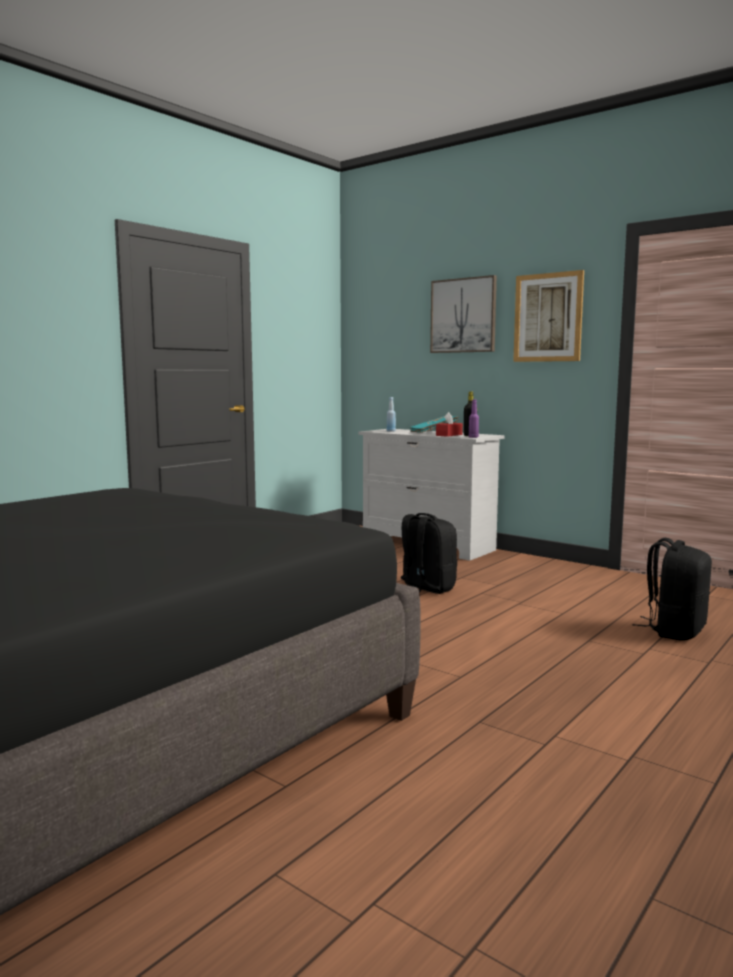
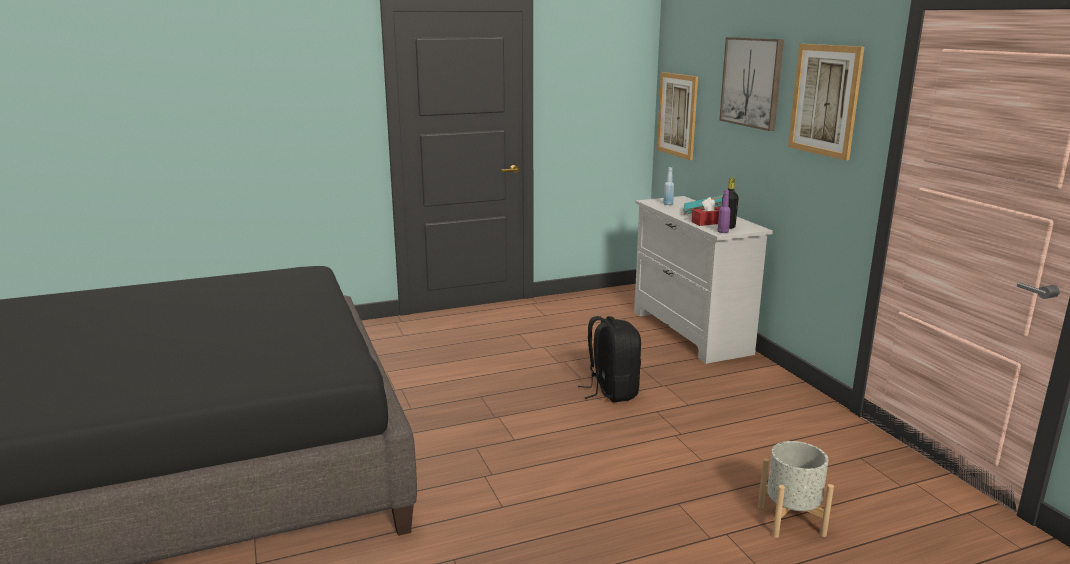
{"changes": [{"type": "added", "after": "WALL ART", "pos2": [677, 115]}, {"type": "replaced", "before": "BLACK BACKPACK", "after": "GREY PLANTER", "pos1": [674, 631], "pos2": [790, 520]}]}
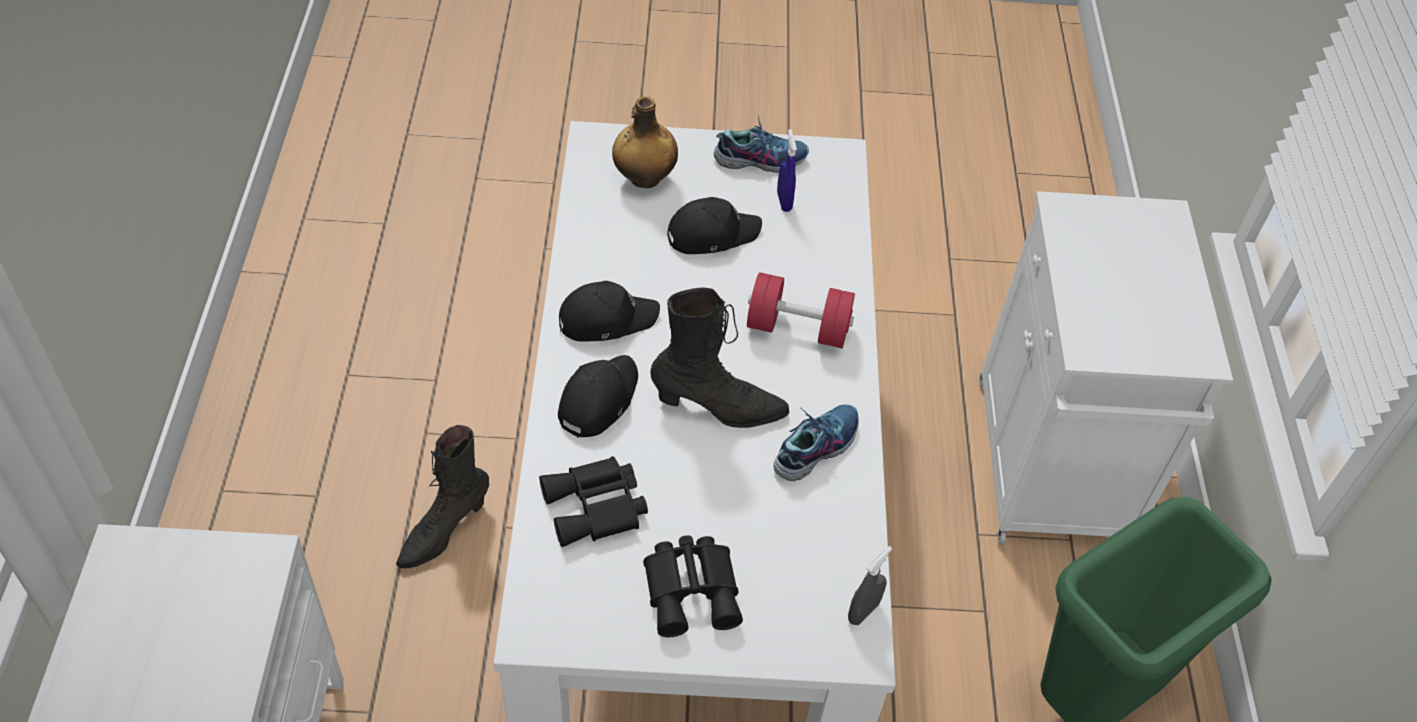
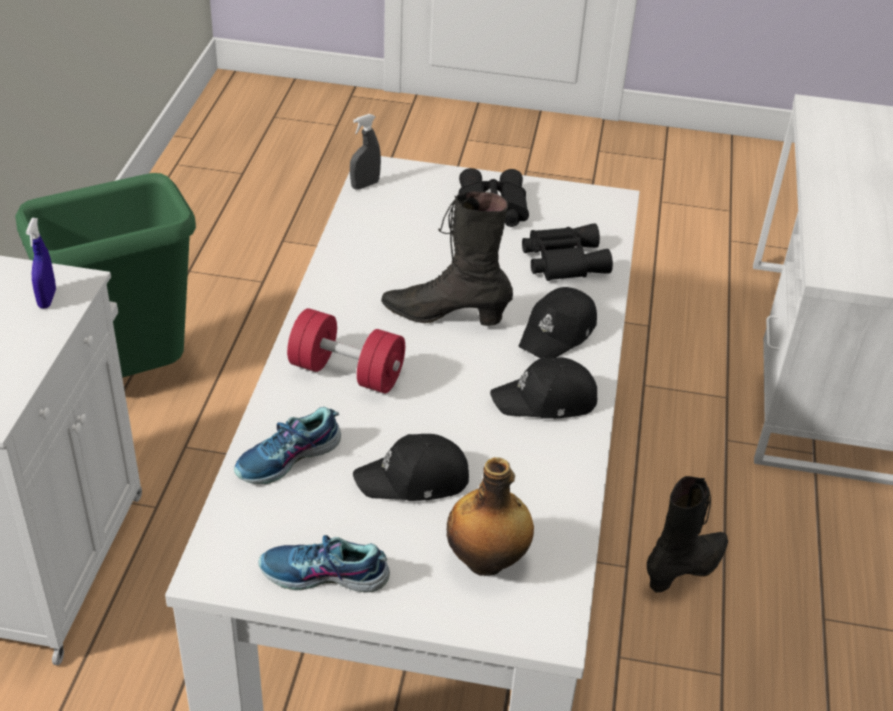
{"changes": [{"type": "moved", "before": "BLUE SPRAY BOTTLE", "pos1": [784, 201], "pos2": [47, 299]}, {"type": "moved", "before": "LOW SHOE", "pos1": [815, 447], "pos2": [288, 459]}]}
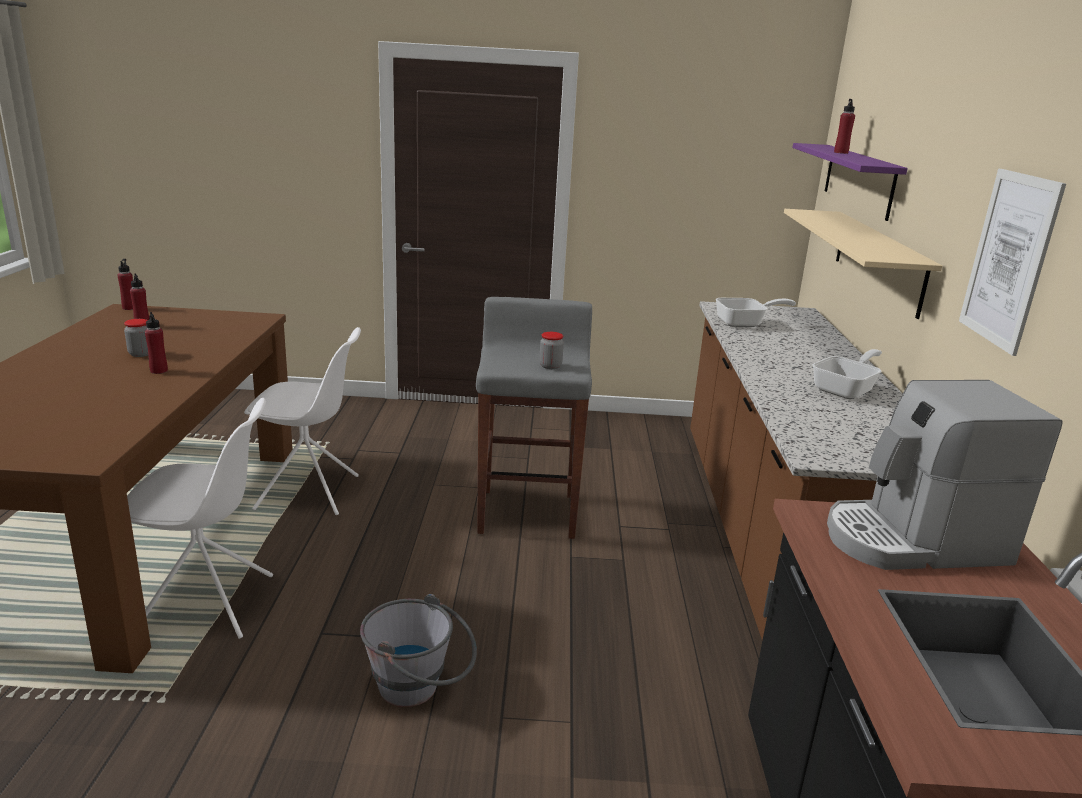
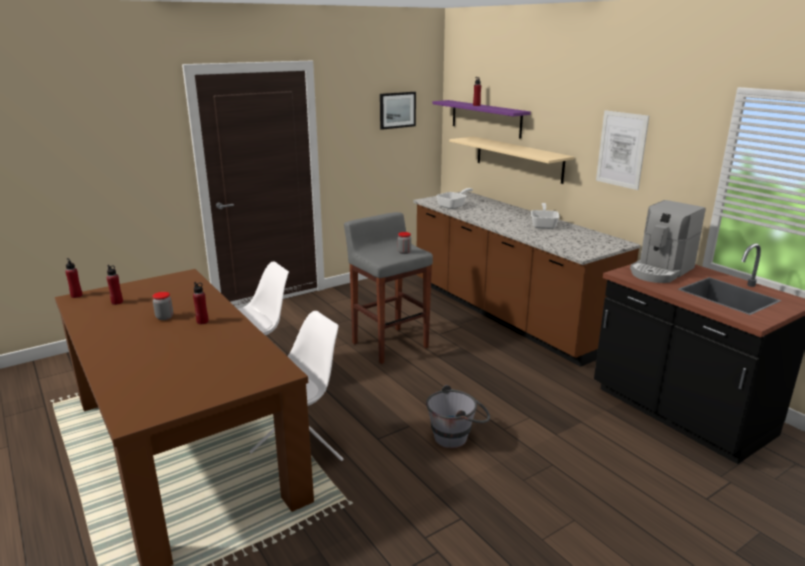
{"changes": [{"type": "added", "after": "WALL ART", "pos2": [397, 110]}]}
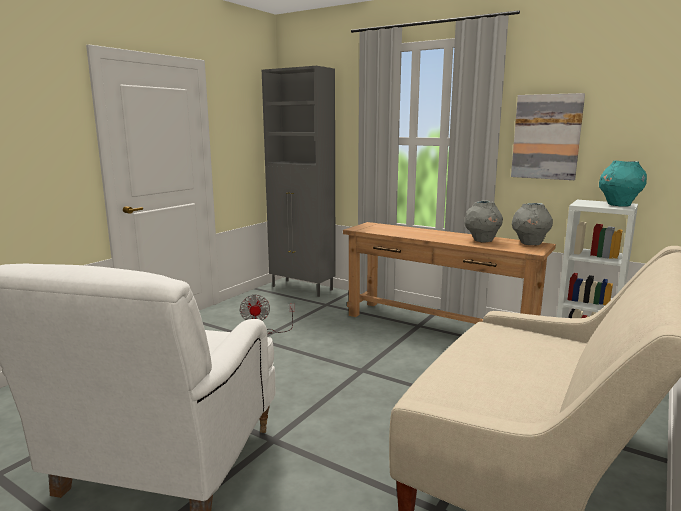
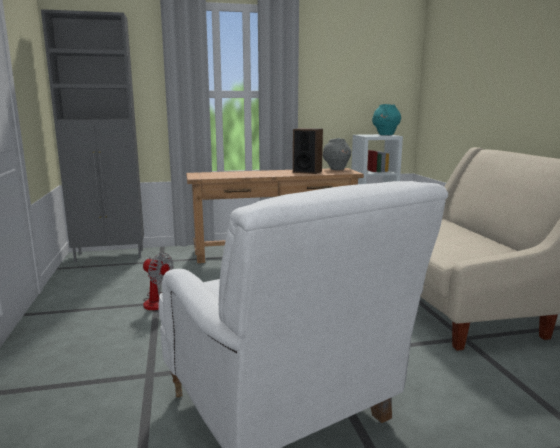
{"changes": [{"type": "replaced", "before": "GREY FLOWER VASE", "after": "LOUDSPEAKER", "pos1": [482, 241], "pos2": [307, 172]}, {"type": "removed", "before": "WALL ART", "pos1": [546, 137]}]}
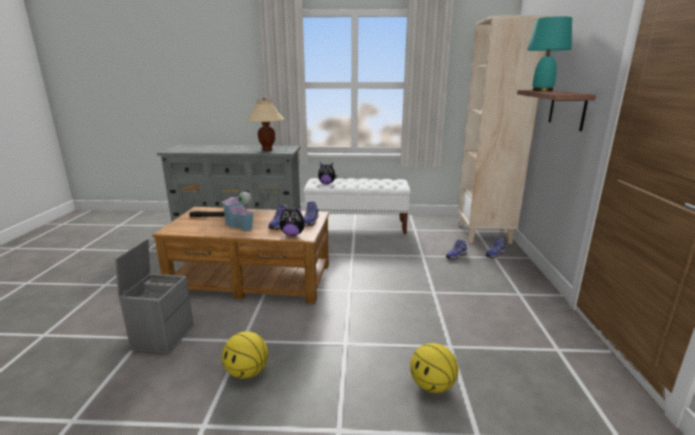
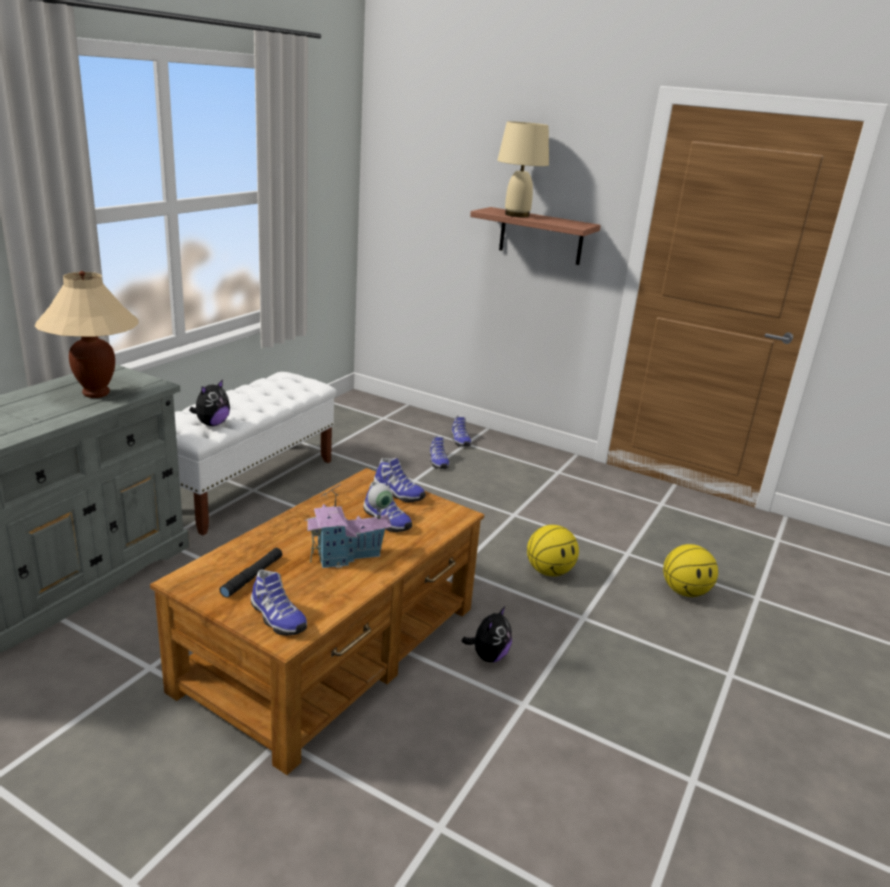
{"changes": [{"type": "added", "after": "LOW SHOE", "pos2": [276, 618]}, {"type": "moved", "before": "PLUSH TOY", "pos1": [293, 234], "pos2": [488, 656]}, {"type": "recoloured", "before": "TURQUOISE TABLETOP LAMP", "after": "BEIGE TABLETOP LAMP", "pos1": [542, 91], "pos2": [517, 215]}, {"type": "moved", "before": "BASKETBALL", "pos1": [247, 373], "pos2": [549, 571]}, {"type": "removed", "before": "GREY STORAGE CONTAINER", "pos1": [163, 336]}, {"type": "removed", "before": "BEIGE SHELVING UNIT", "pos1": [484, 234]}]}
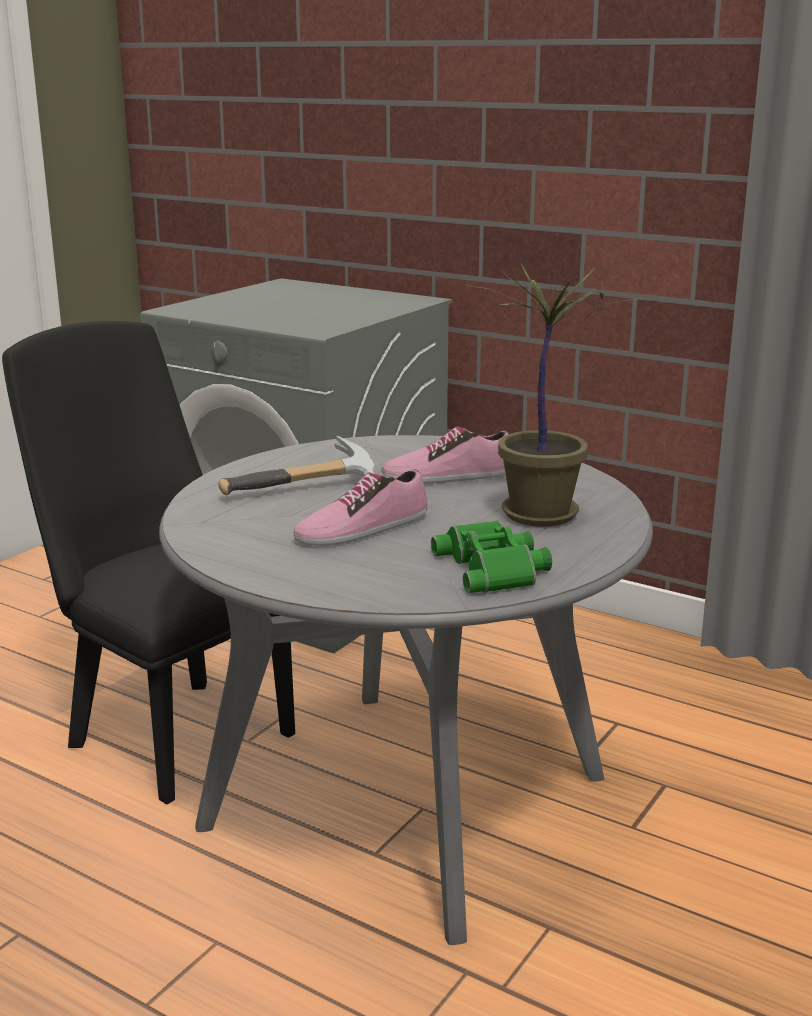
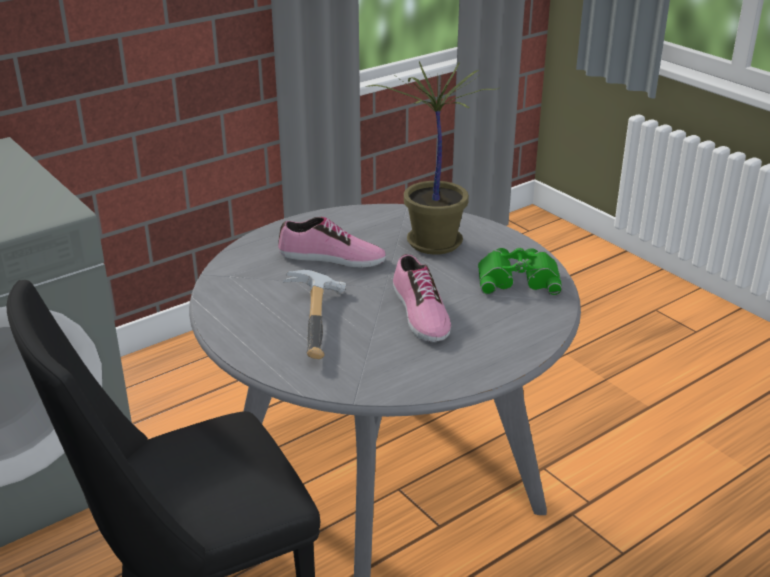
{"changes": [{"type": "turned", "before": "LOW SHOE", "pos1": [448, 475], "pos2": [331, 258], "turn": -90}]}
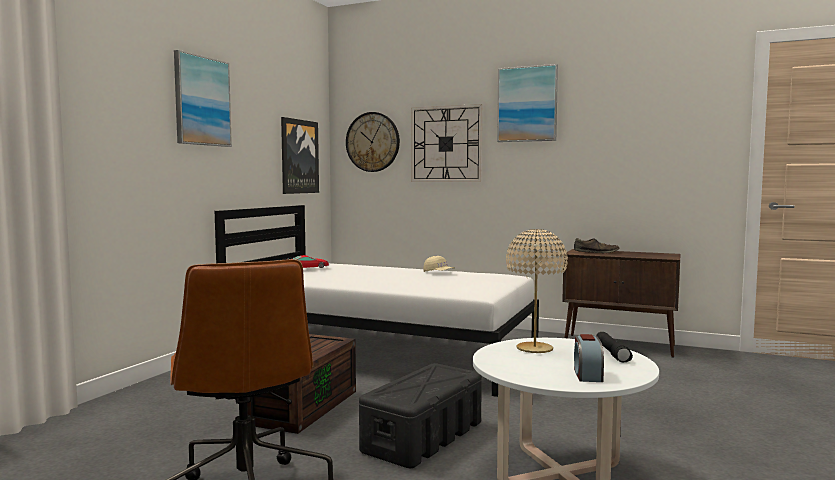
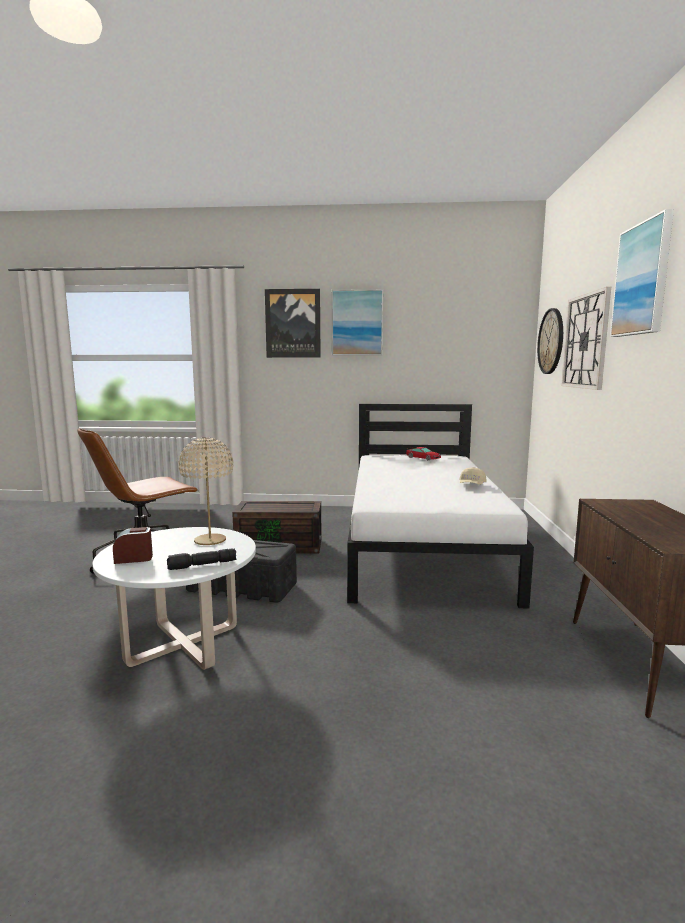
{"changes": [{"type": "moved", "before": "WALL ART", "pos1": [299, 156], "pos2": [293, 323]}, {"type": "removed", "before": "BROWN LOW SHOE", "pos1": [596, 252]}]}
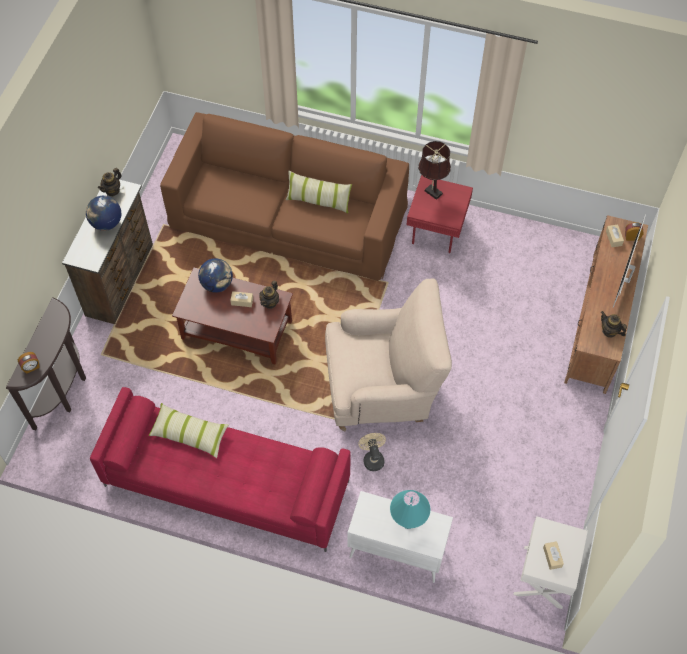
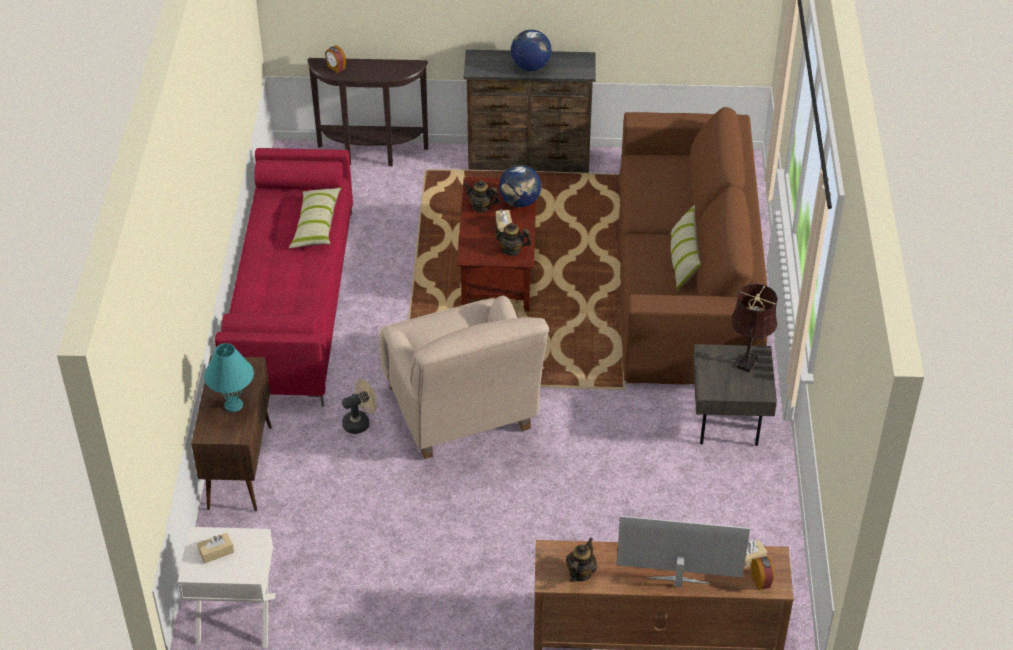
{"changes": [{"type": "recoloured", "before": "WHITISH CABINET", "after": "BROWN CABINET", "pos1": [395, 552], "pos2": [240, 466]}, {"type": "moved", "before": "POT FOR TEA", "pos1": [112, 190], "pos2": [481, 207]}, {"type": "recoloured", "before": "REDDISH END TABLE", "after": "GREY END TABLE", "pos1": [437, 232], "pos2": [729, 425]}]}
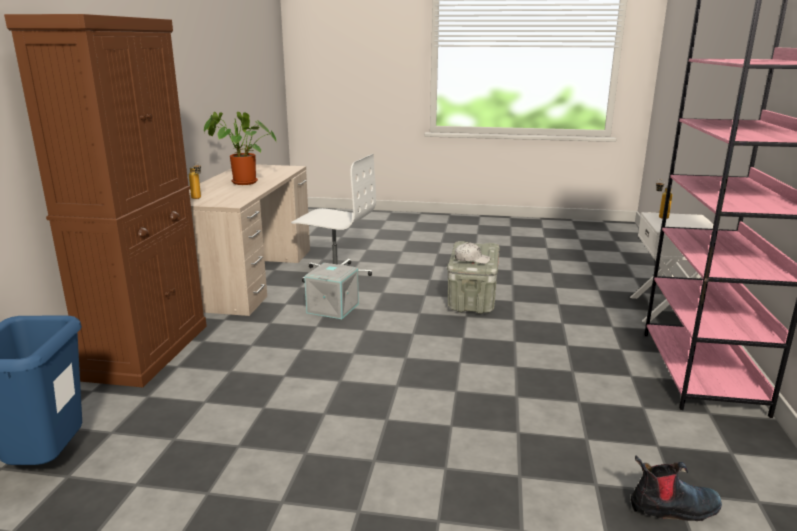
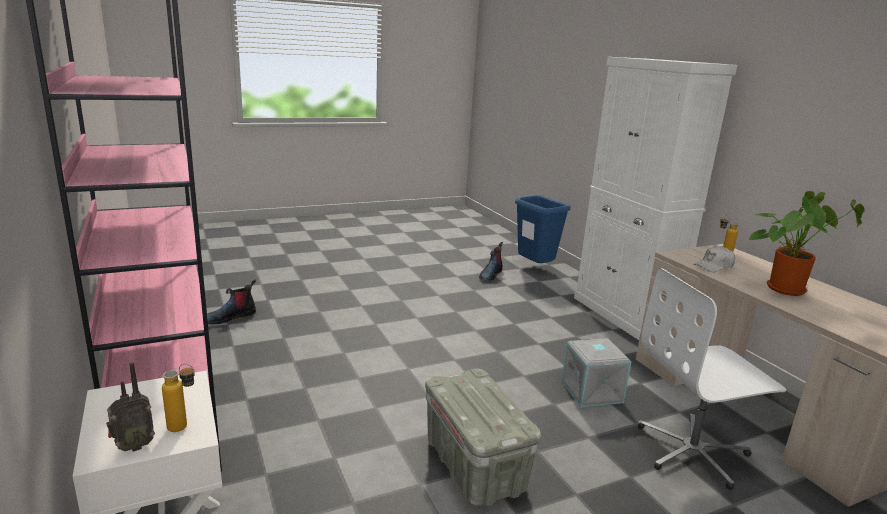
{"changes": [{"type": "added", "after": "RADIO", "pos2": [133, 446]}, {"type": "added", "after": "BOOT", "pos2": [490, 274]}, {"type": "recoloured", "before": "BROWN CABINET", "after": "WHITISH CABINET", "pos1": [148, 351], "pos2": [624, 314]}, {"type": "moved", "before": "WHITISH CAP", "pos1": [471, 259], "pos2": [714, 266]}]}
